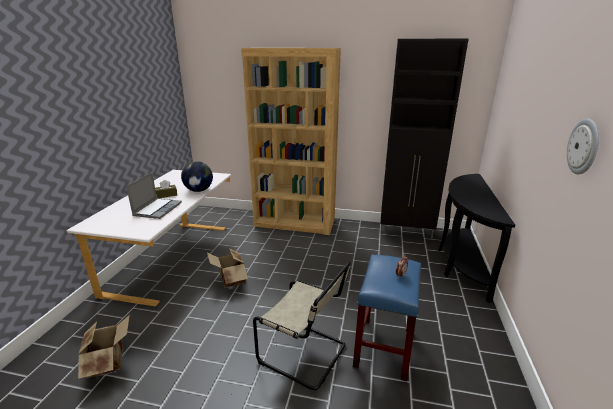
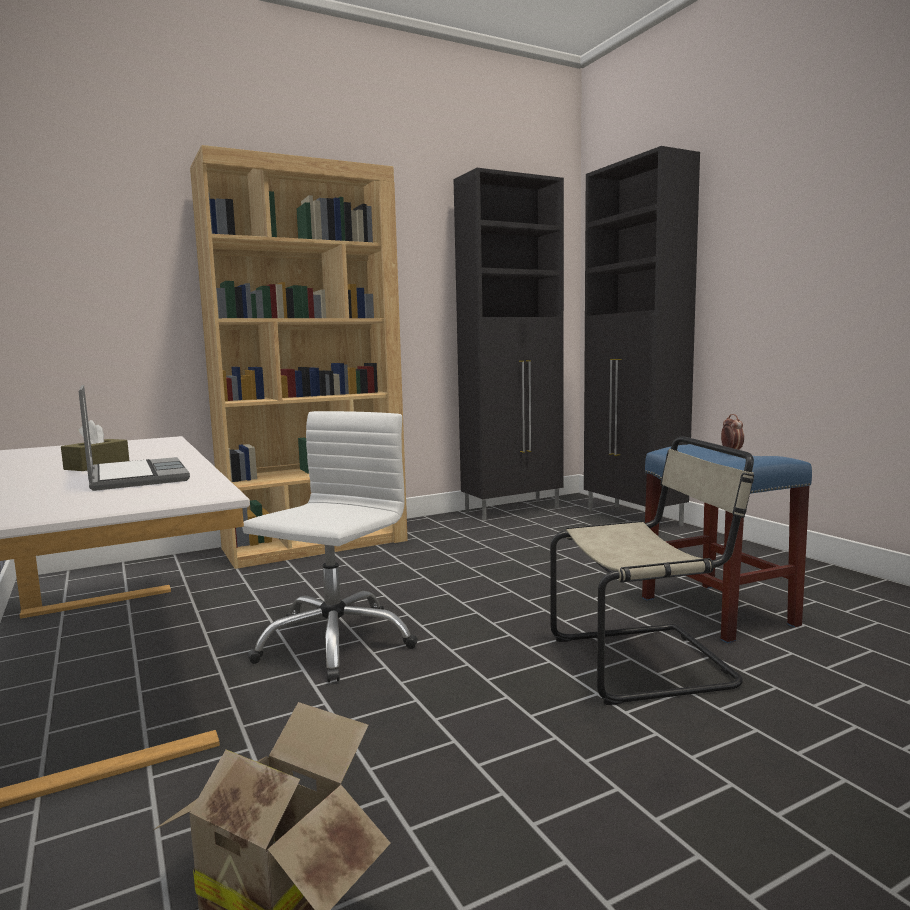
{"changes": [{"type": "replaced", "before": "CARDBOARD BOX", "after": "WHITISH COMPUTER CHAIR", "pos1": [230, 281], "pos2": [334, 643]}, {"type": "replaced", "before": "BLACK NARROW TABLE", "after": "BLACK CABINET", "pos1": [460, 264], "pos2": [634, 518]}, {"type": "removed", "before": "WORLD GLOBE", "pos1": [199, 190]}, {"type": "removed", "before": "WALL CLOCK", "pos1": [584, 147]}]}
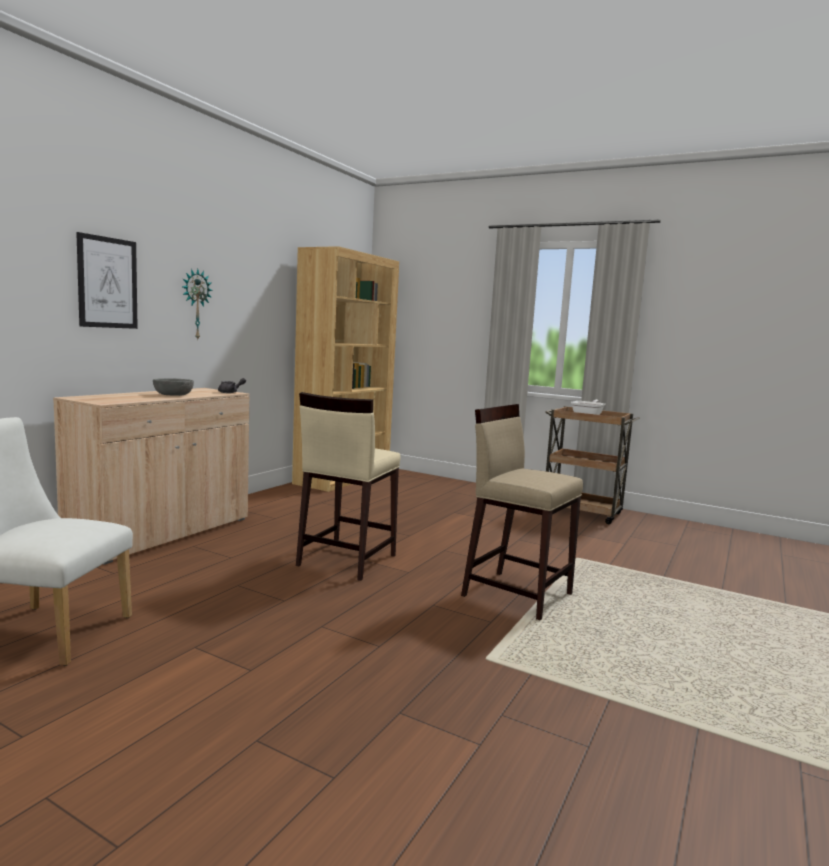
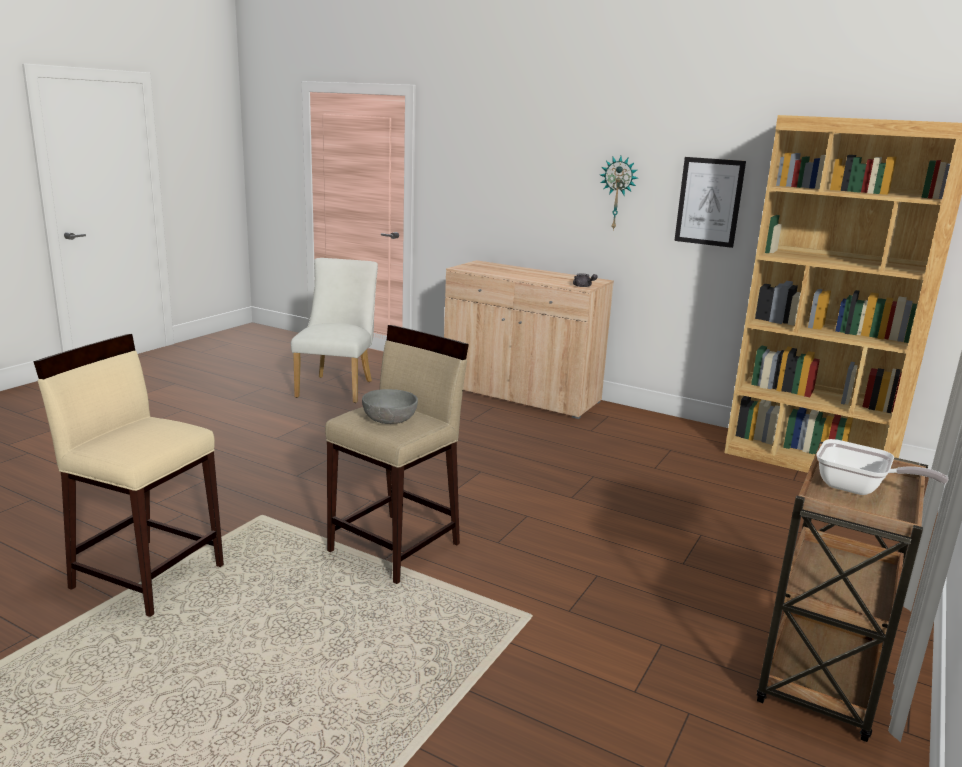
{"changes": [{"type": "moved", "before": "BEIGE STOOL", "pos1": [345, 560], "pos2": [148, 575]}, {"type": "moved", "before": "GREY BOWL", "pos1": [173, 395], "pos2": [390, 418]}, {"type": "moved", "before": "WALL ART", "pos1": [107, 282], "pos2": [709, 202]}]}
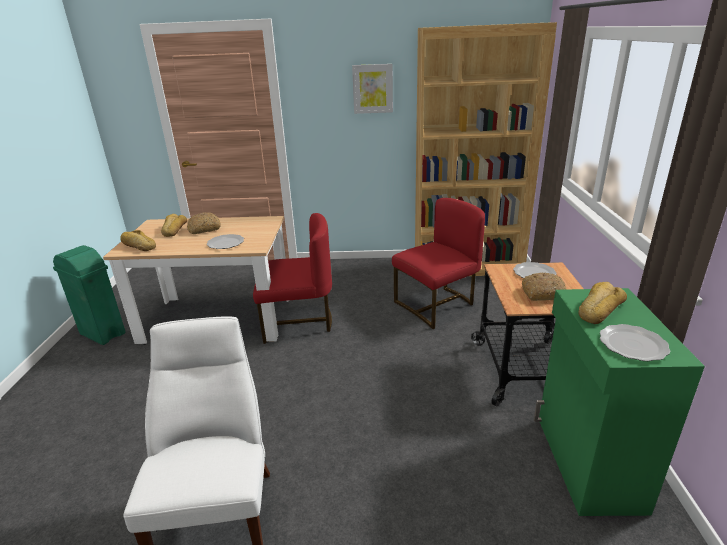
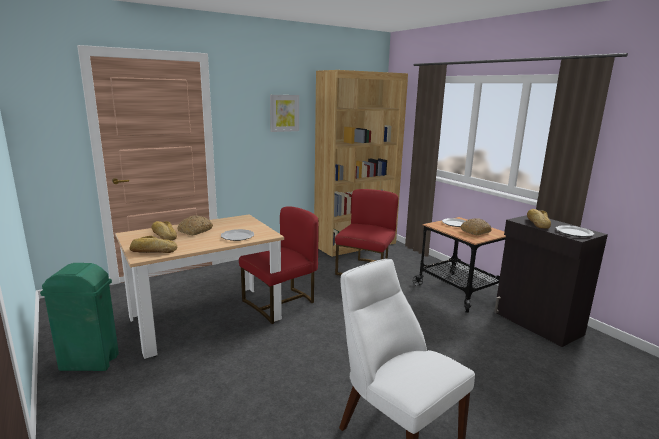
{"changes": [{"type": "recoloured", "before": "GREEN-COLOURED CABINET", "after": "BLACK CABINET", "pos1": [586, 462], "pos2": [537, 323]}]}
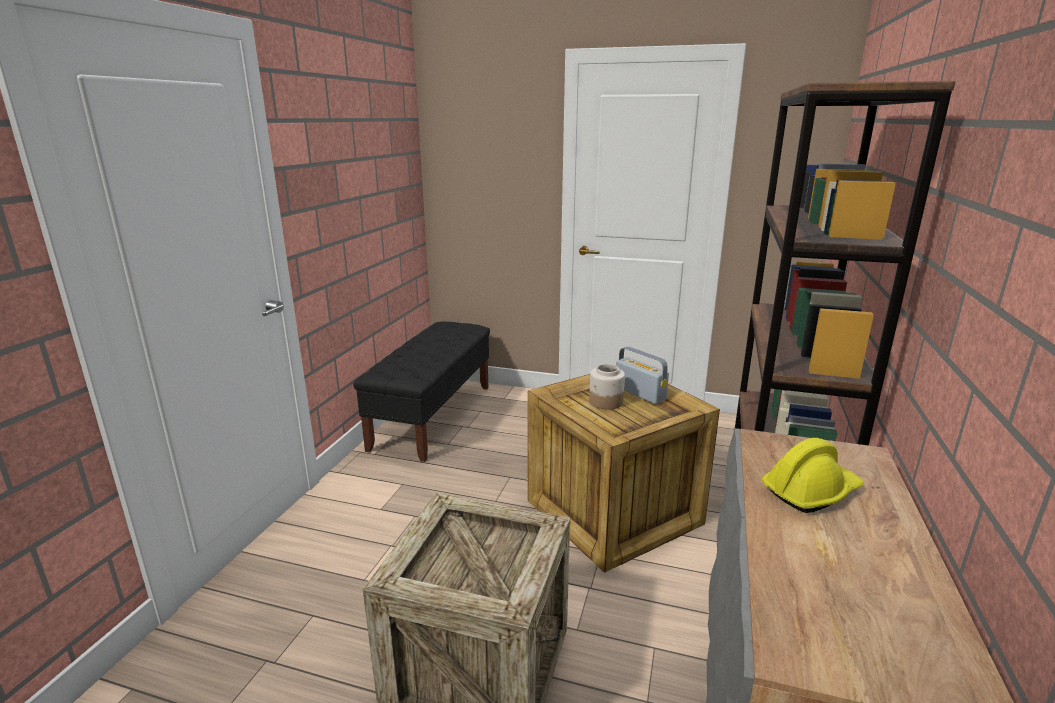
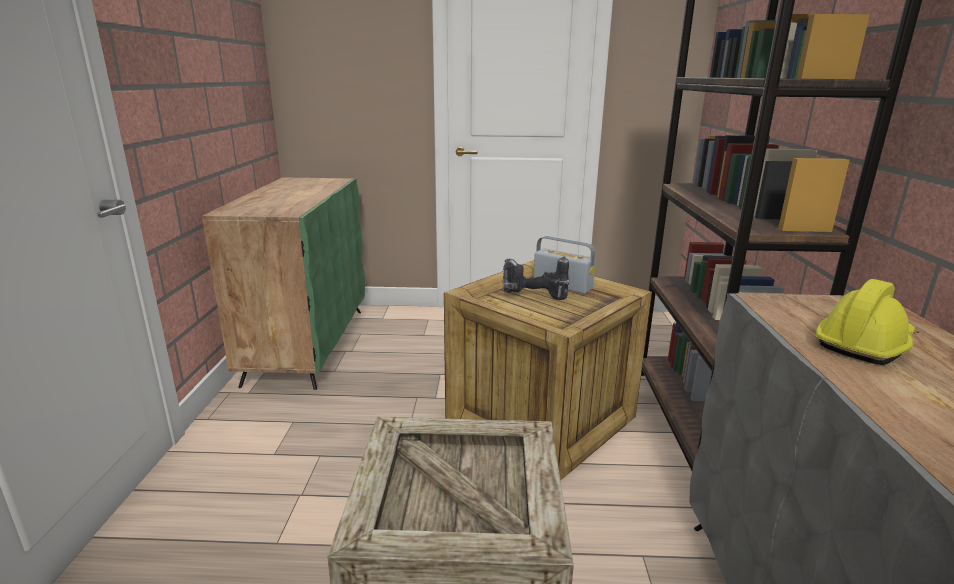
{"changes": [{"type": "replaced", "before": "BLACK INDOOR BENCH", "after": "GREEN-COLOURED CABINET", "pos1": [433, 416], "pos2": [307, 344]}, {"type": "replaced", "before": "JAR", "after": "ELECTRIC DRILL", "pos1": [606, 402], "pos2": [532, 297]}]}
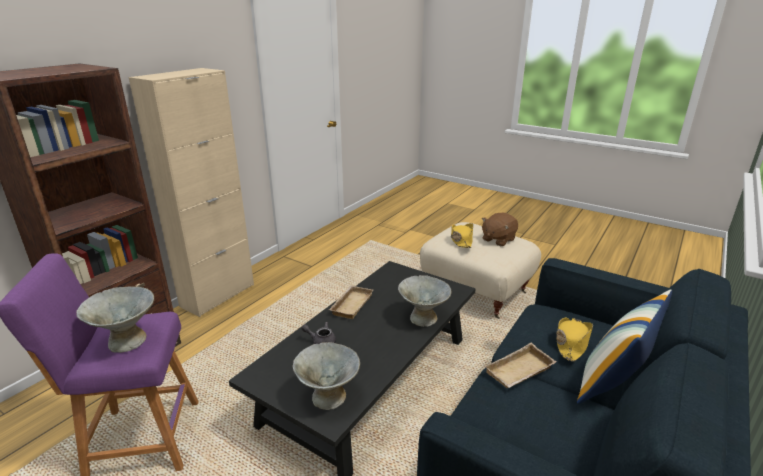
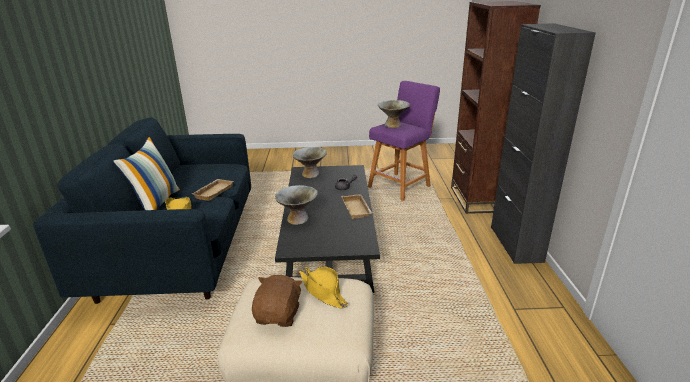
{"changes": [{"type": "recoloured", "before": "BEIGE CABINET", "after": "BLACK CABINET", "pos1": [218, 295], "pos2": [516, 244]}]}
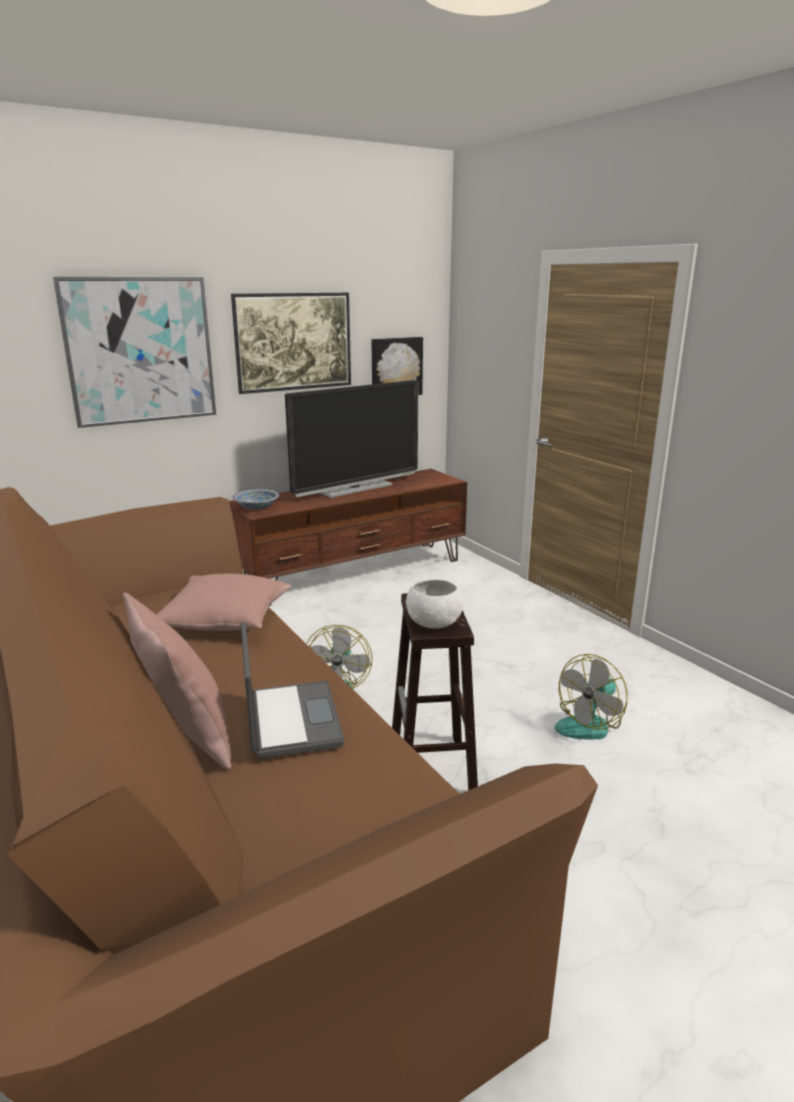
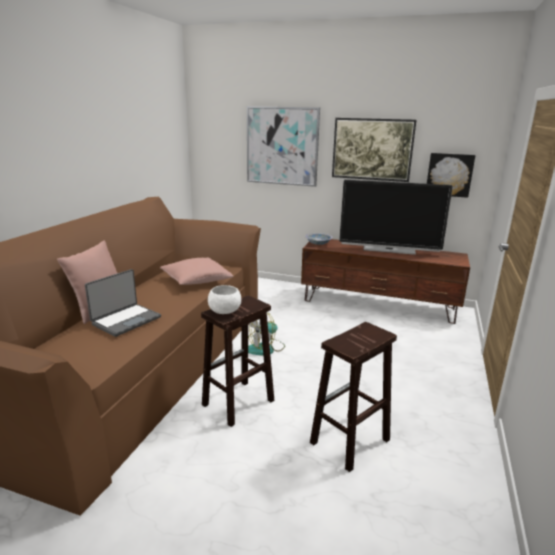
{"changes": [{"type": "replaced", "before": "ELECTRIC FAN", "after": "BROWN STOOL", "pos1": [589, 724], "pos2": [349, 442]}]}
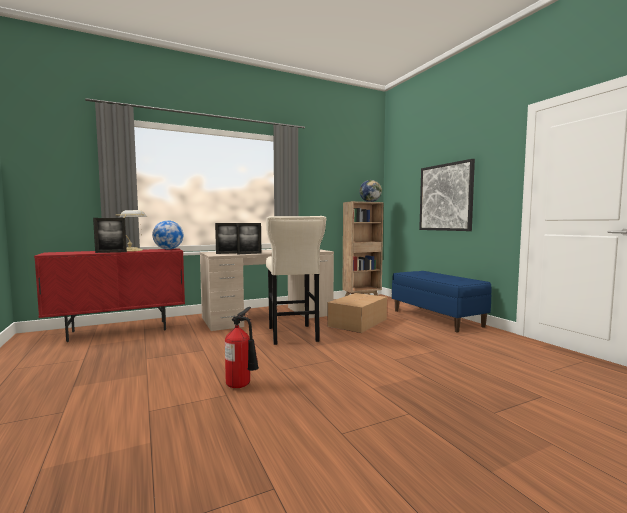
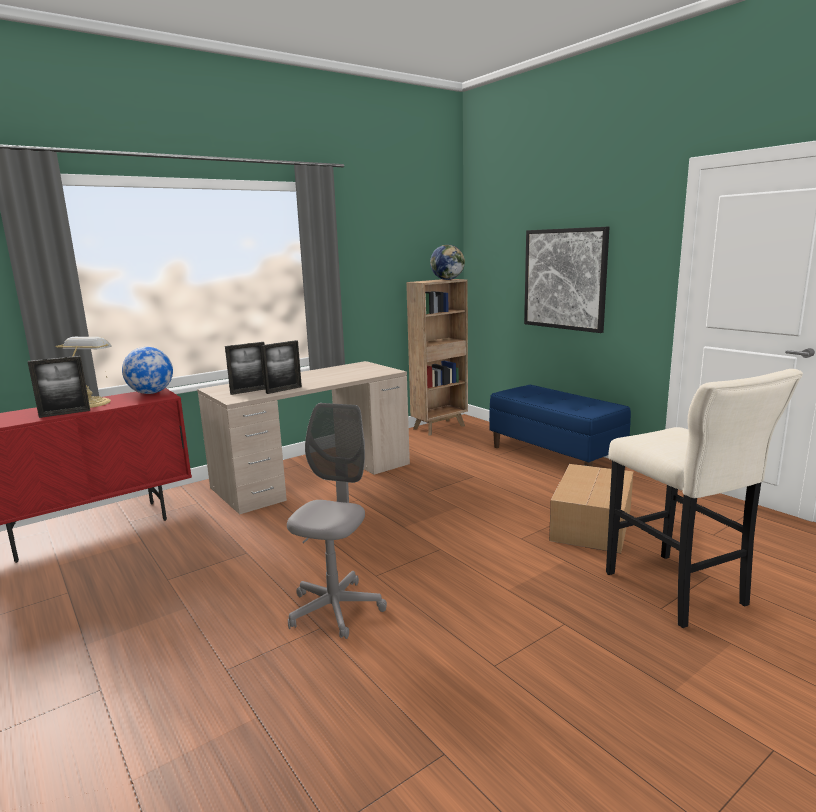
{"changes": [{"type": "replaced", "before": "FIRE-FIGHTING CYLINDER", "after": "GREY COMPUTER CHAIR", "pos1": [242, 386], "pos2": [335, 609]}, {"type": "moved", "before": "CARDBOARD BOX", "pos1": [358, 322], "pos2": [593, 523]}, {"type": "moved", "before": "BEIGE STOOL", "pos1": [293, 336], "pos2": [679, 592]}]}
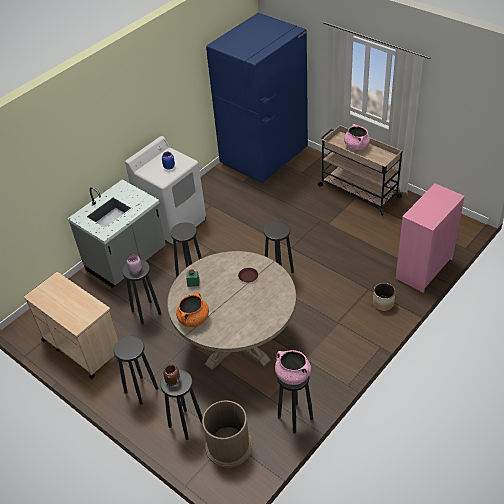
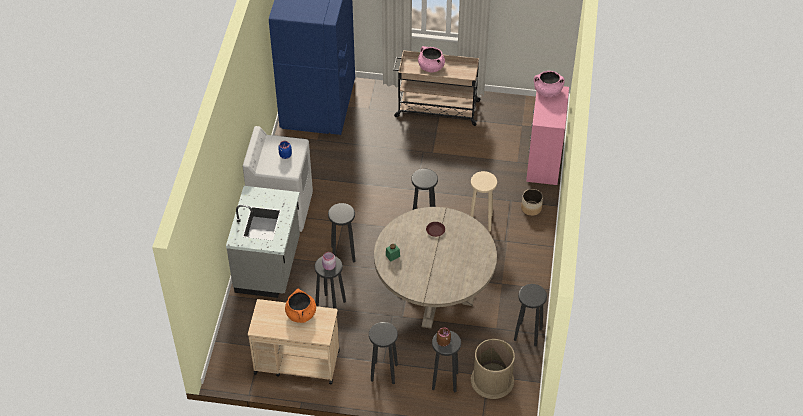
{"changes": [{"type": "moved", "before": "ORANGEY COOKING POT", "pos1": [193, 319], "pos2": [301, 314]}, {"type": "added", "after": "BEIGE STOOL", "pos2": [481, 221]}, {"type": "moved", "before": "PINKISH COOKING POT", "pos1": [292, 375], "pos2": [547, 91]}]}
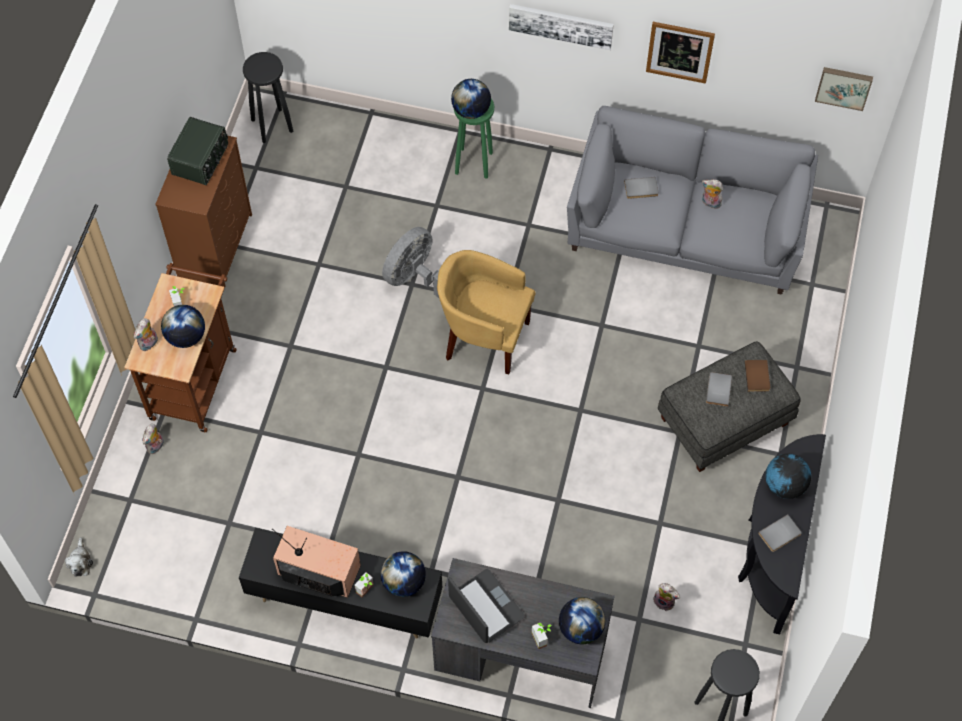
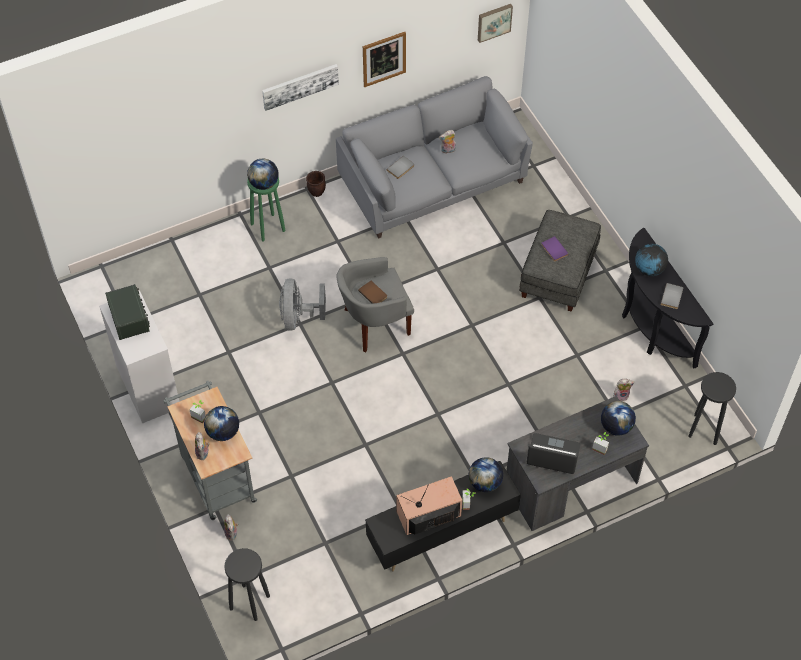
{"changes": [{"type": "recoloured", "before": "BROWN CHEST OF DRAWERS", "after": "WHITISH CHEST OF DRAWERS", "pos1": [215, 245], "pos2": [148, 386]}, {"type": "recoloured", "before": "BROWN CART", "after": "GREY CART", "pos1": [194, 378], "pos2": [216, 475]}, {"type": "moved", "before": "BLACK STOOL", "pos1": [272, 125], "pos2": [250, 602]}, {"type": "added", "after": "BROWN PLANTER", "pos2": [316, 192]}, {"type": "recoloured", "before": "YELLOW EASY CHAIR", "after": "GREY EASY CHAIR", "pos1": [484, 337], "pos2": [374, 323]}, {"type": "moved", "before": "BROWN BOOK", "pos1": [758, 376], "pos2": [373, 293]}, {"type": "recoloured", "before": "GREY BOOK", "after": "PURPLISH BOOK", "pos1": [717, 390], "pos2": [553, 250]}, {"type": "removed", "before": "PLUSH TOY", "pos1": [80, 561]}]}
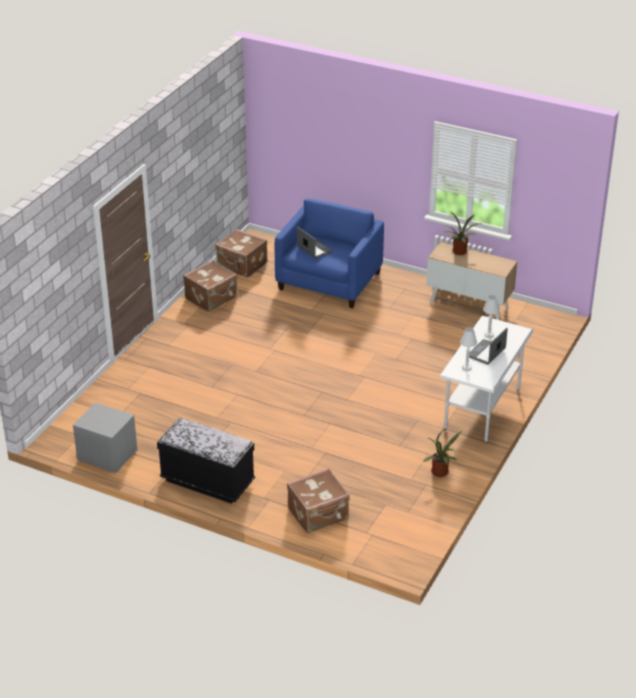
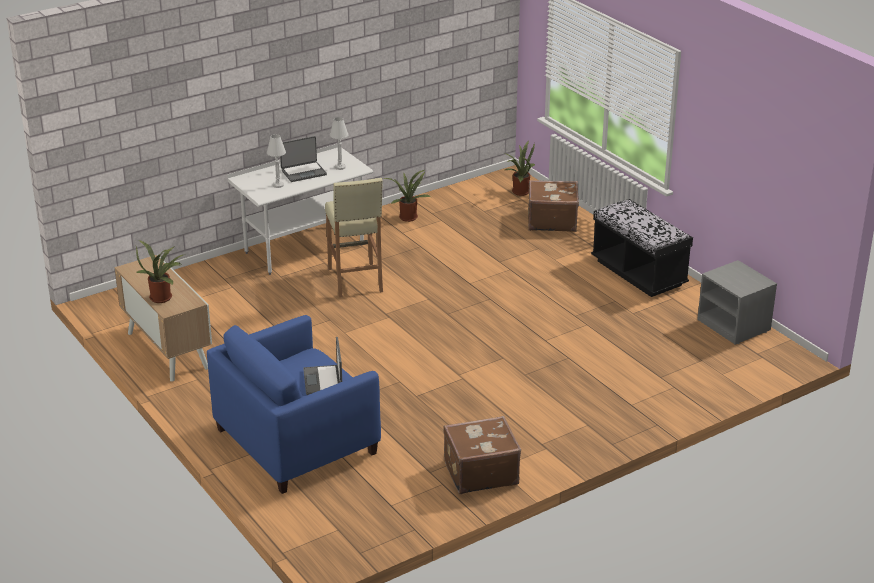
{"changes": [{"type": "added", "after": "BEIGE STOOL", "pos2": [355, 280]}, {"type": "added", "after": "HOUSEPLANT", "pos2": [519, 191]}, {"type": "removed", "before": "BROWN PIECE OF LUGGAGE", "pos1": [242, 265]}]}
